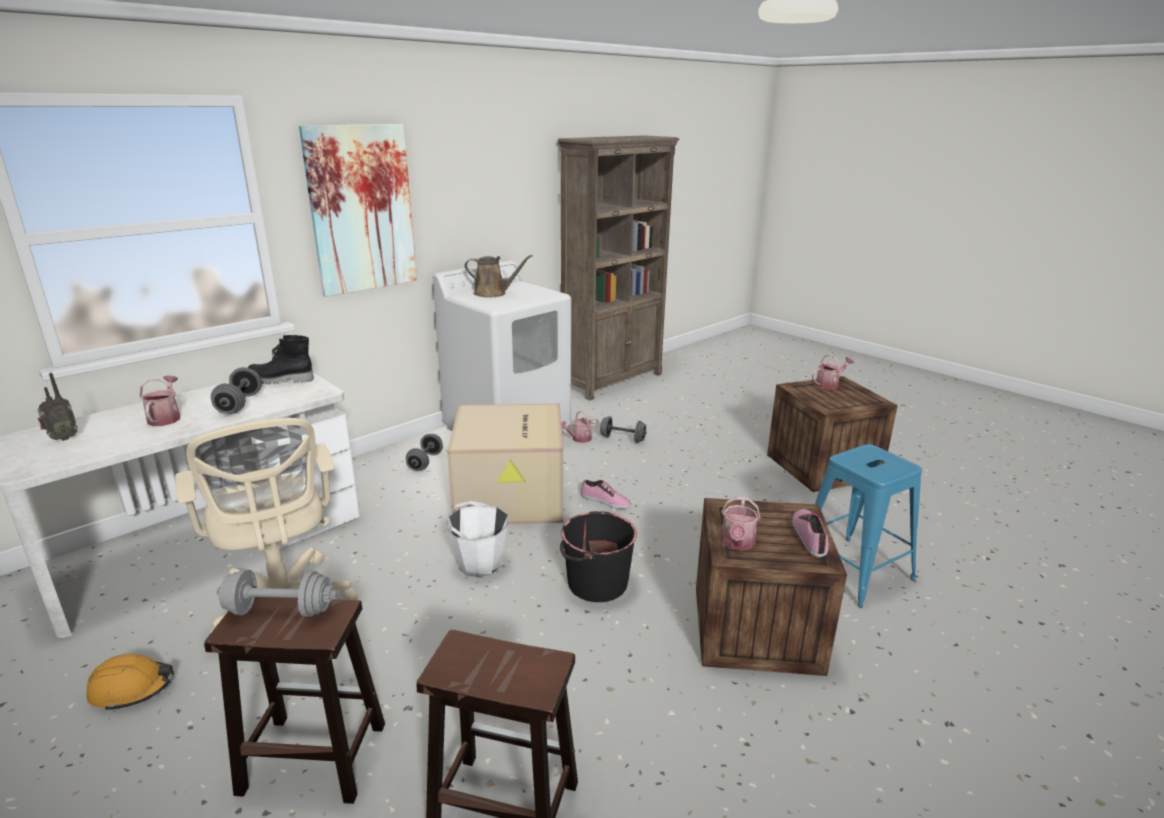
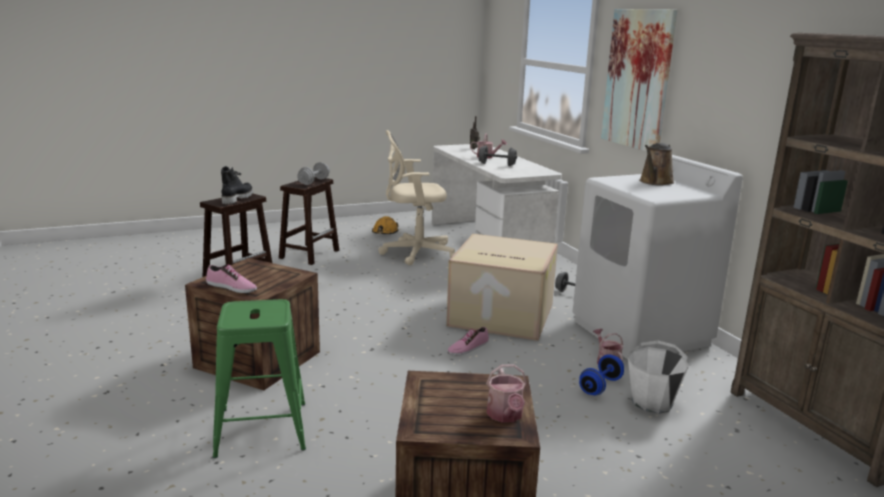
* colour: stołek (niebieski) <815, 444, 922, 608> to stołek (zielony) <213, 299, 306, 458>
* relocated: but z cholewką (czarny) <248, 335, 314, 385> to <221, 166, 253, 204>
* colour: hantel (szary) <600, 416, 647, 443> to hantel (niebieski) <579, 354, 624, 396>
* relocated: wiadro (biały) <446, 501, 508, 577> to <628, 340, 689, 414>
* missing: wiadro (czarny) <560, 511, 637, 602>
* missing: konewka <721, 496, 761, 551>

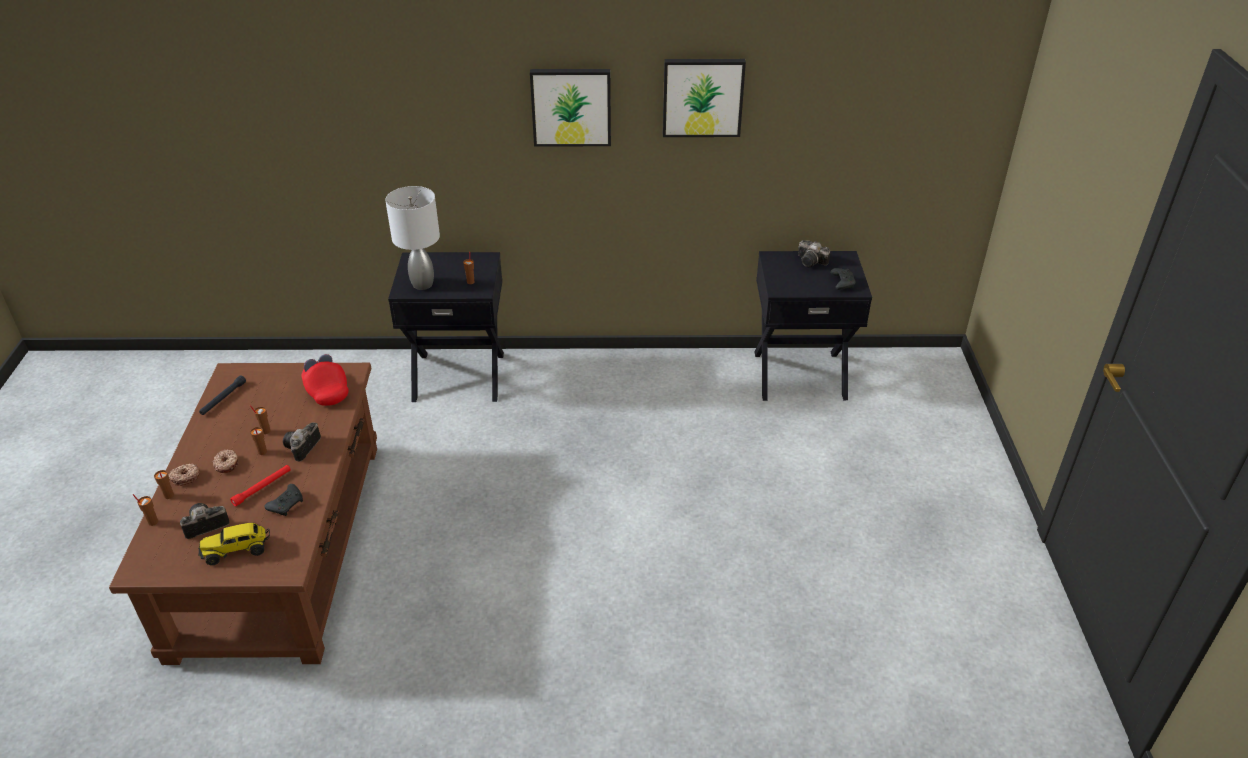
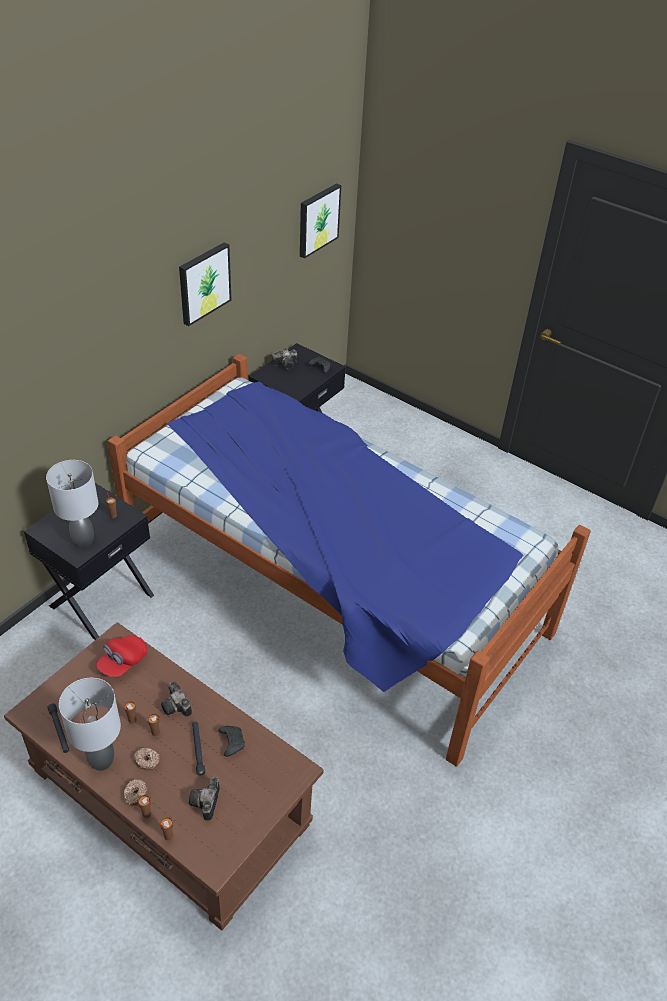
* appeared: lampa stołowa (szary) <59, 678, 121, 771>
* spun: czapka z daszkiem (czerwony) <301, 354, 349, 406> = <96, 635, 147, 677> 60 degrees counterclockwise
* appeared: łóżko <108, 354, 591, 767>
* colour: latarka (czerwony) <230, 465, 291, 506> to latarka (czarny) <192, 721, 205, 776>
* relocated: obraz <530, 69, 611, 147> to <300, 183, 341, 259>
* missing: ciężarówka zabawkowa <198, 523, 270, 565>

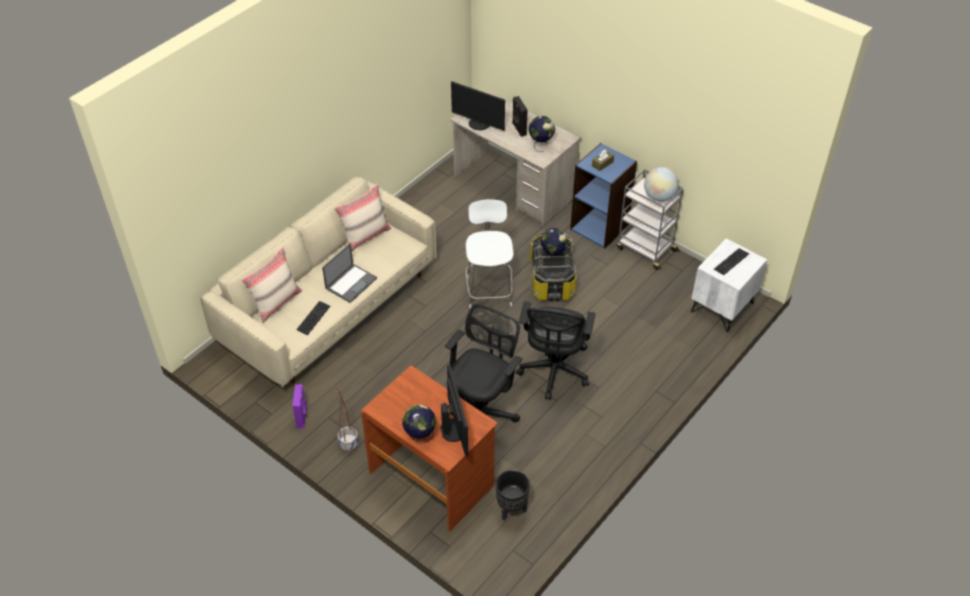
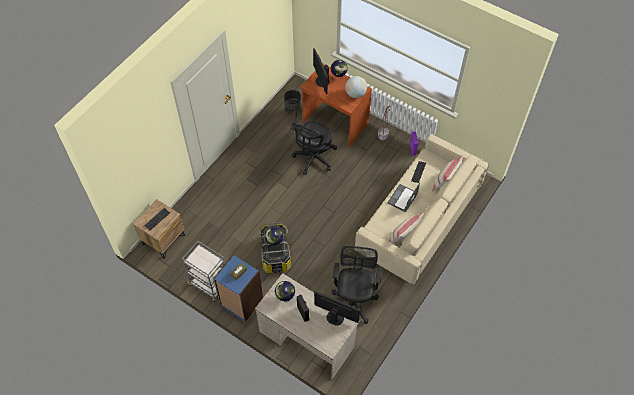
* colour: szafka nocna (biały) <691, 238, 767, 332> to szafka nocna (brązowy) <133, 199, 185, 259>
* relocated: krzesło biurowe (czarny) <516, 301, 596, 400> to <332, 246, 382, 324>
* relocated: globus <644, 167, 679, 202> to <345, 76, 367, 98>
* missing: krzesło (biały) <465, 199, 513, 308>

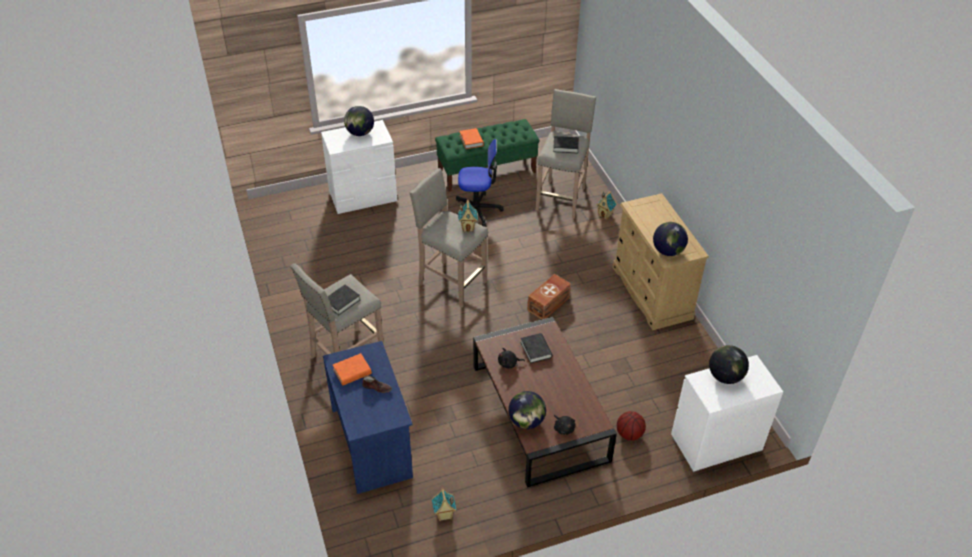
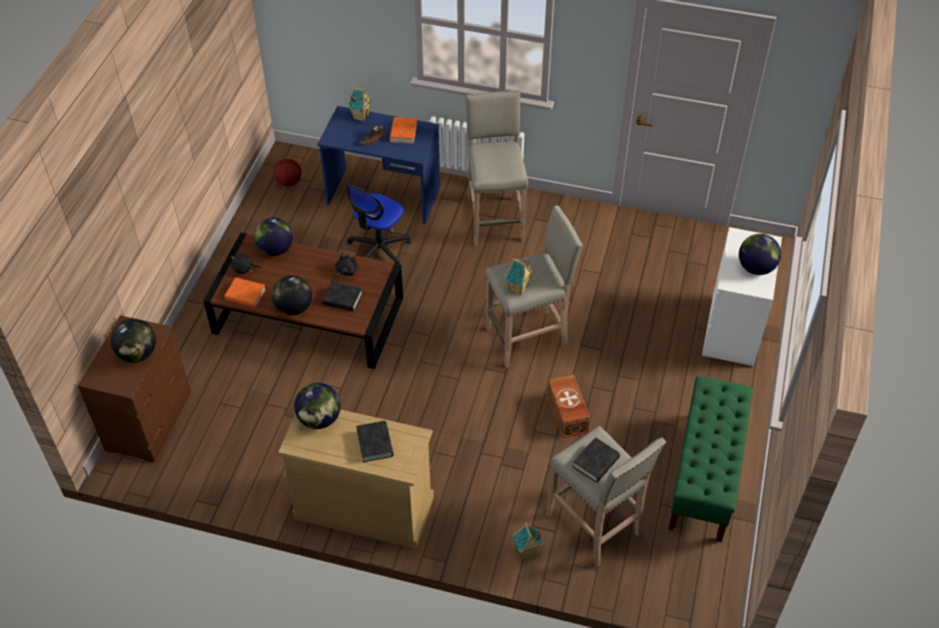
* colour: komoda (biały) <671, 355, 783, 472> to komoda (brązowy) <78, 315, 191, 462>
* relocated: książka (pomarańczowy) <459, 128, 484, 149> to <225, 277, 266, 308>
* appeared: globus <272, 275, 312, 315>
* relocated: piłka do koszykówki <617, 411, 646, 441> to <274, 159, 301, 186>
* relocated: krzesło biurowe <456, 139, 504, 227> to <346, 183, 411, 267>
* relocated: domek <432, 488, 456, 521> to <347, 87, 372, 122>
* relocated: książka (czarny) <328, 285, 360, 315> to <356, 421, 393, 462>
* relocated: pojemnik do przechowywania (brązowy) <527, 274, 571, 320> to <547, 375, 590, 438>

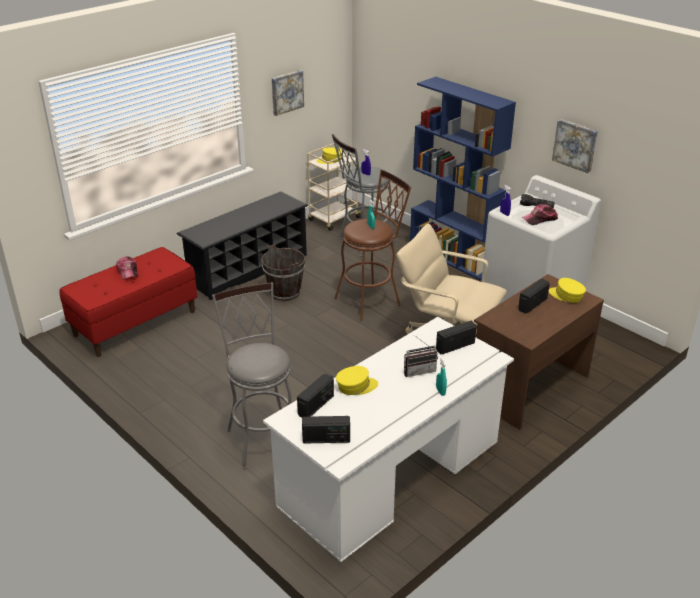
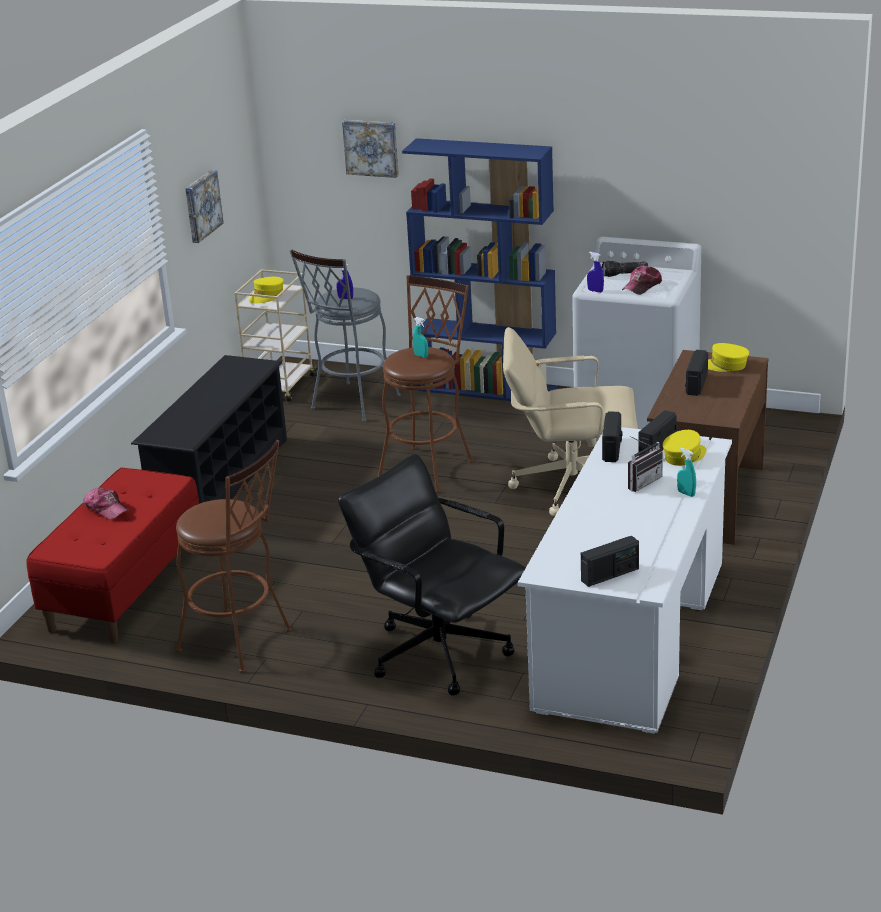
* appeared: stołek (brązowy) <176, 440, 291, 673>
* exchanged: stołek (szary) <212, 282, 292, 470> to krzesło biurowe (czarny) <338, 454, 526, 696>
* relocated: obraz <552, 119, 598, 173> to <342, 120, 399, 178>
* relocated: radio <297, 374, 334, 417> to <602, 412, 623, 462>
* relocated: czapka z daszkiem (żółty) <336, 366, 378, 395> to <663, 430, 707, 466>
* missing: wiadro (brązowy) <261, 244, 306, 301>

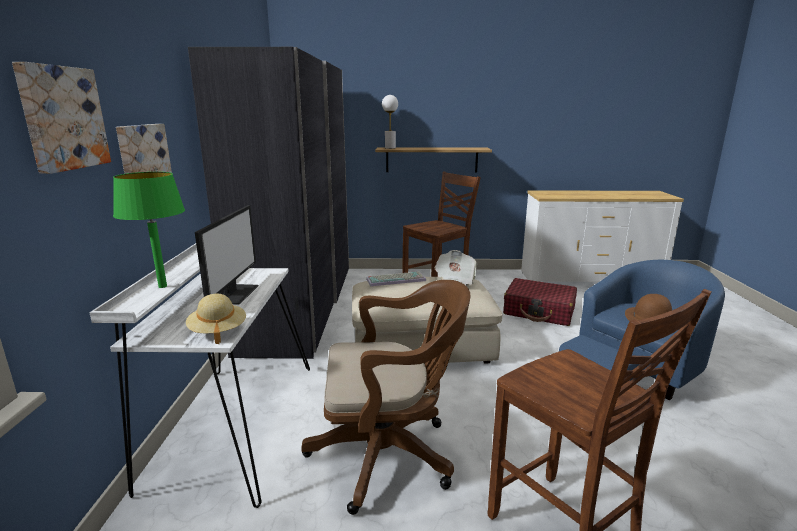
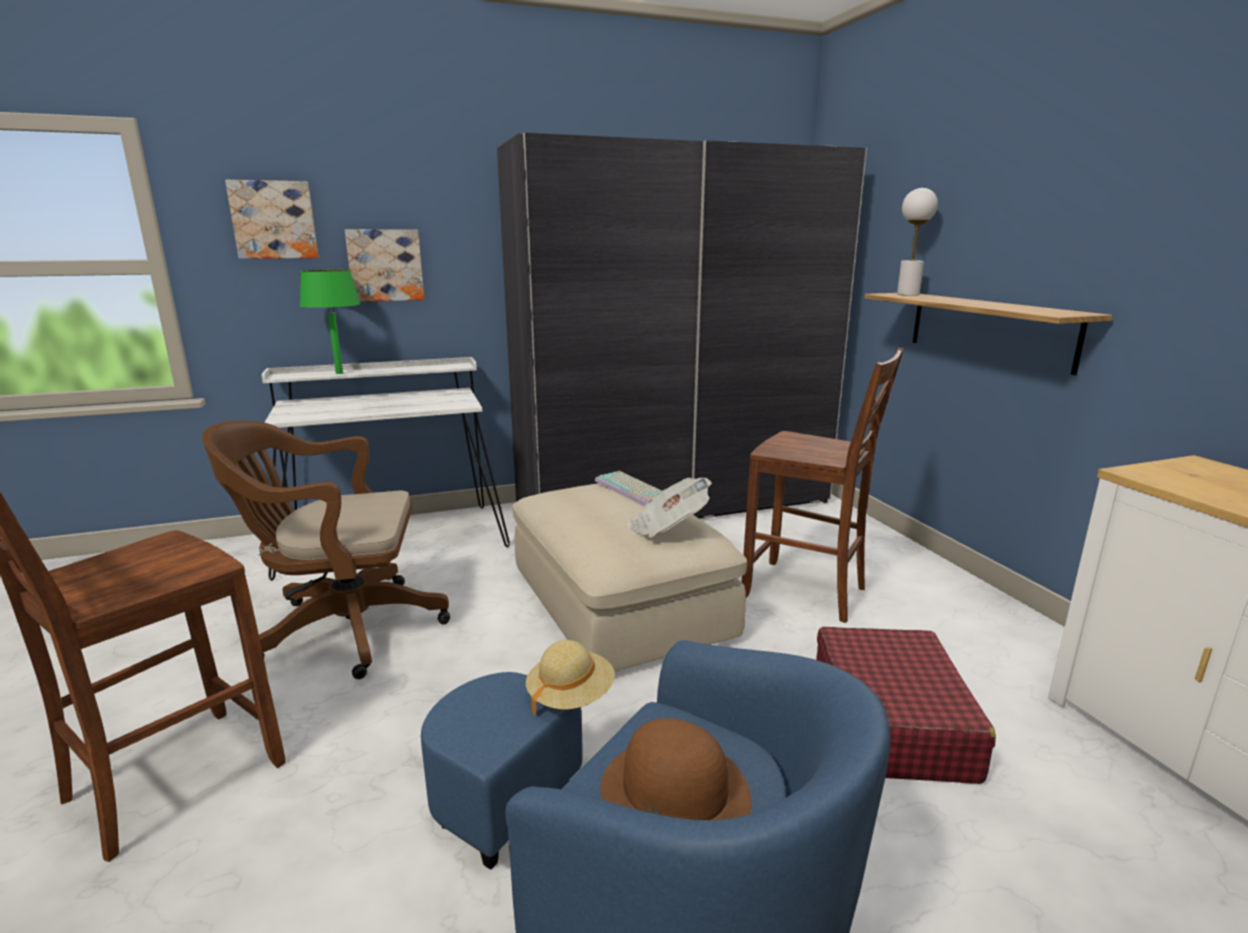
* spun: krzesło biurowe (brązowy) <301, 280, 471, 515> = <202, 420, 450, 679> 105 degrees clockwise
* relocated: kapelusz (beżowy) <186, 294, 246, 344> to <526, 640, 615, 716>
* missing: monitor <195, 205, 258, 305>

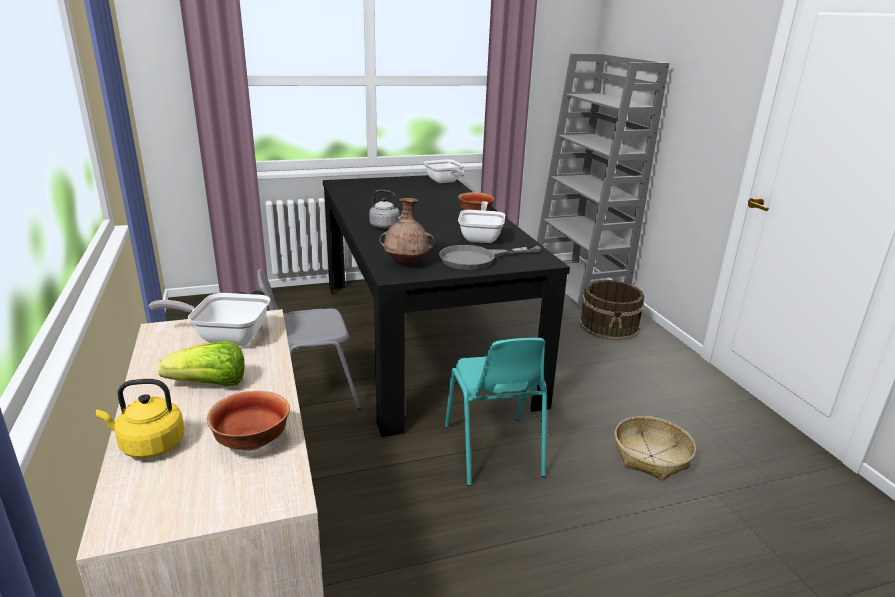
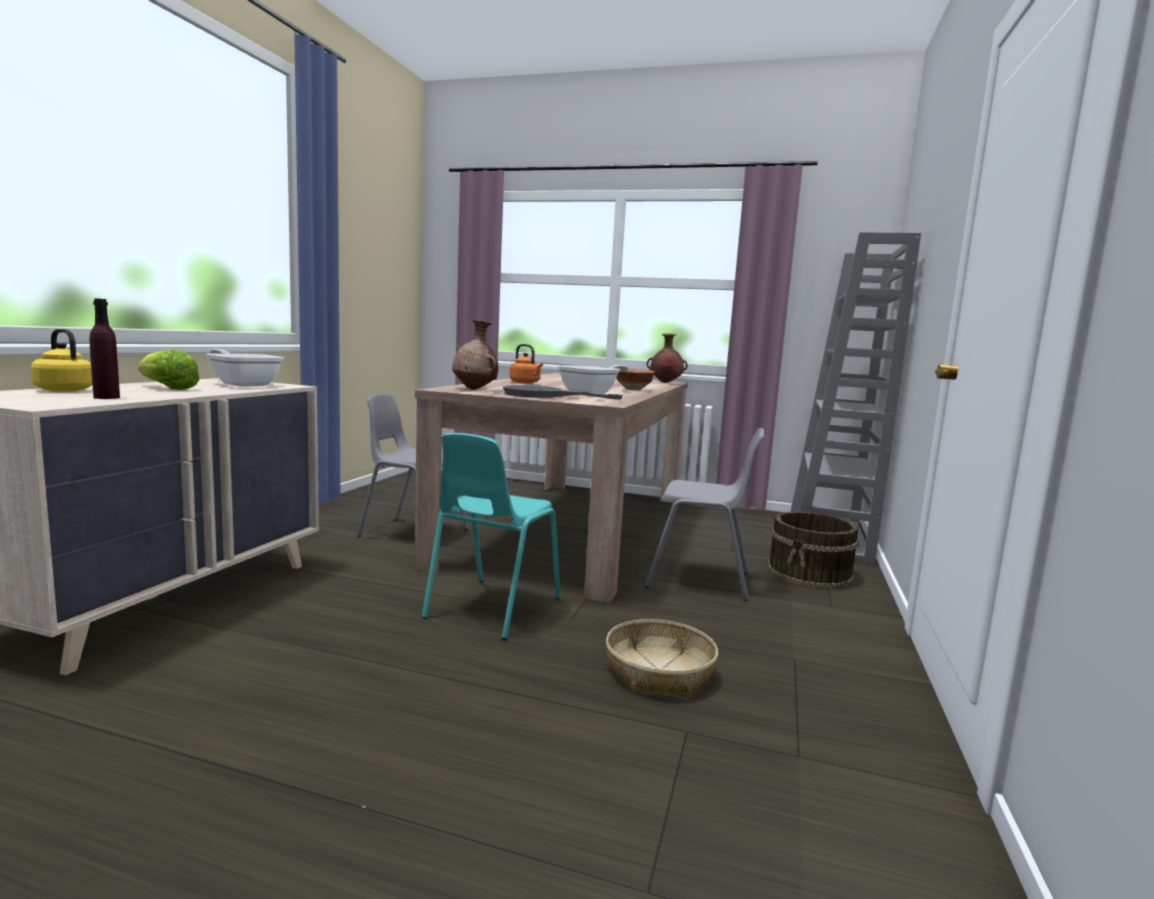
* exchanged: miska <207, 391, 290, 450> to butelka (fioletowy) <90, 298, 120, 399>
* colour: stół jadalny (czarny) <323, 175, 570, 437> to stół jadalny (beżowy) <415, 373, 688, 603>
* colour: czajnik (szary) <369, 190, 403, 228> to czajnik (pomarańczowy) <510, 344, 543, 384>
* appeared: krzesło (szary) <645, 428, 764, 601>
* exchanged: patelnia <424, 159, 465, 183> to wazon (brązowy) <647, 333, 688, 383>

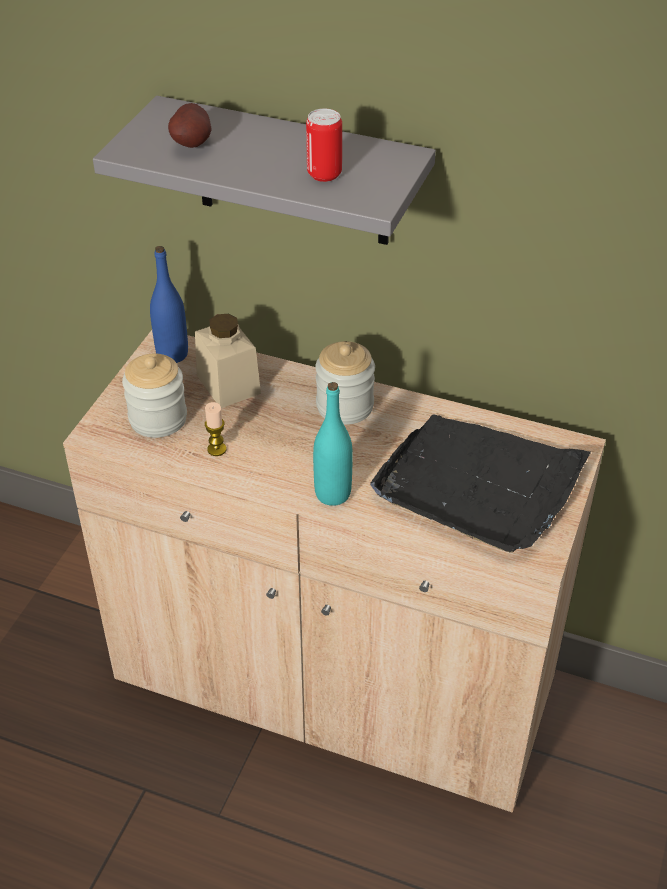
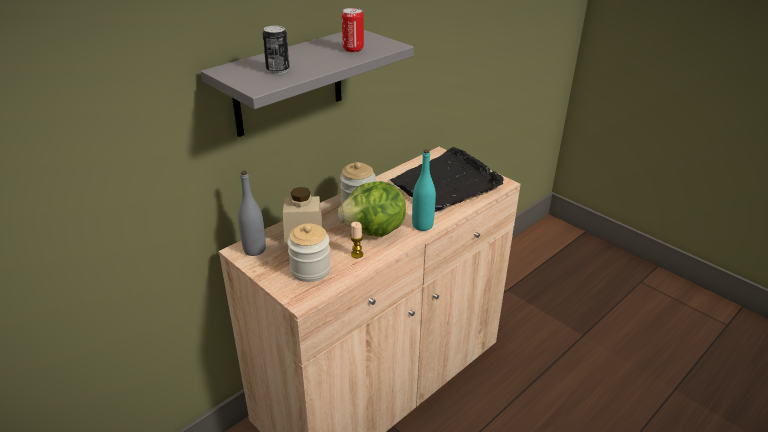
* colour: butelka (niebieski) <150, 246, 188, 363> to butelka (szary) <238, 171, 266, 256>
* exchanged: ziemniak <168, 103, 212, 148> to puszka <263, 26, 290, 74>
* appeared: sałata <338, 181, 406, 237>

